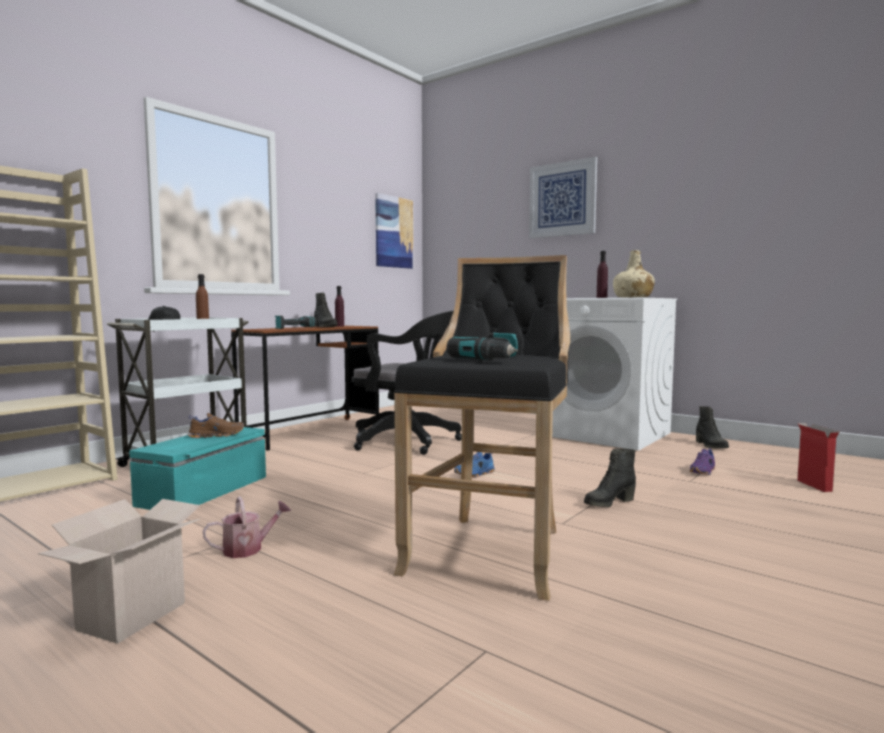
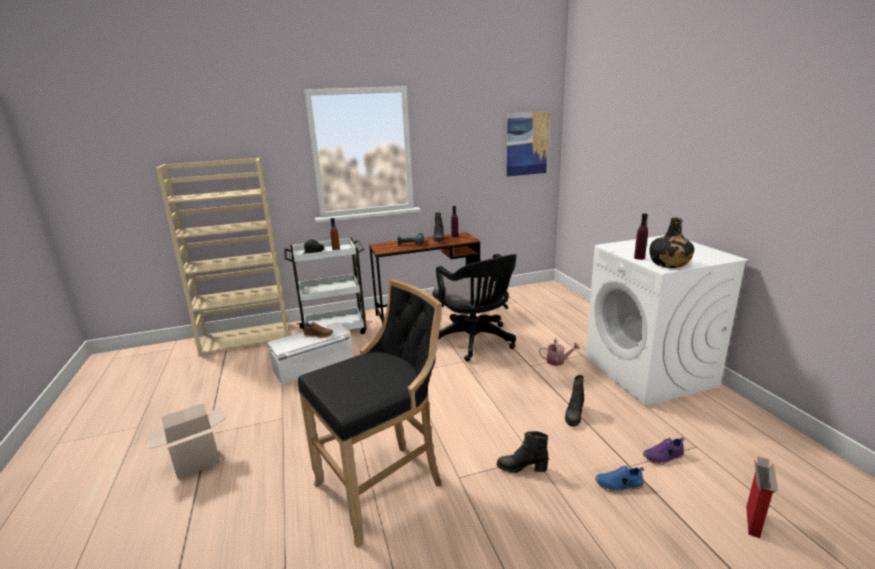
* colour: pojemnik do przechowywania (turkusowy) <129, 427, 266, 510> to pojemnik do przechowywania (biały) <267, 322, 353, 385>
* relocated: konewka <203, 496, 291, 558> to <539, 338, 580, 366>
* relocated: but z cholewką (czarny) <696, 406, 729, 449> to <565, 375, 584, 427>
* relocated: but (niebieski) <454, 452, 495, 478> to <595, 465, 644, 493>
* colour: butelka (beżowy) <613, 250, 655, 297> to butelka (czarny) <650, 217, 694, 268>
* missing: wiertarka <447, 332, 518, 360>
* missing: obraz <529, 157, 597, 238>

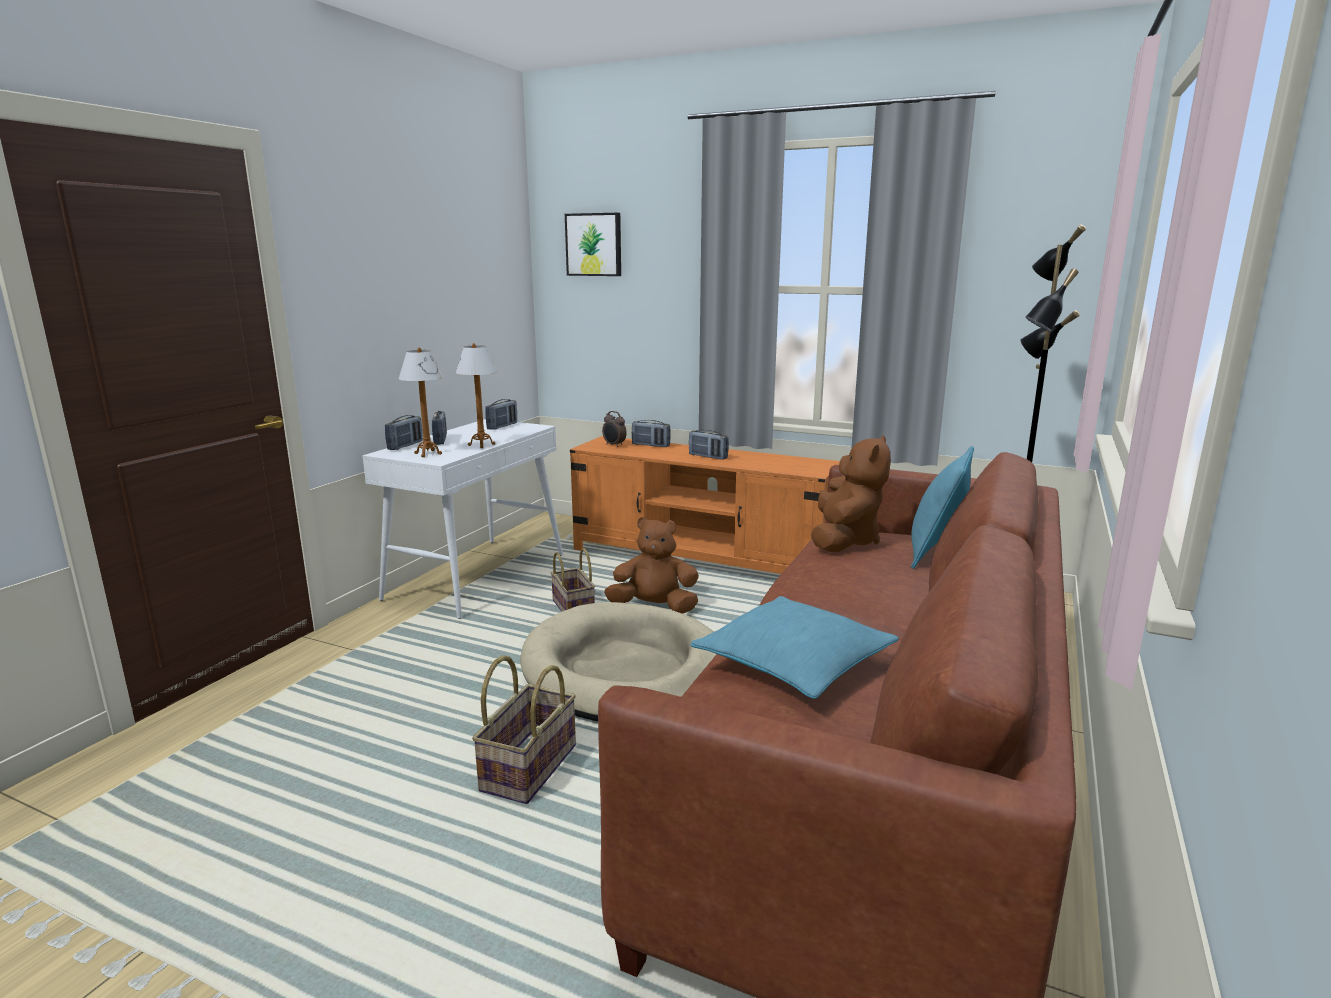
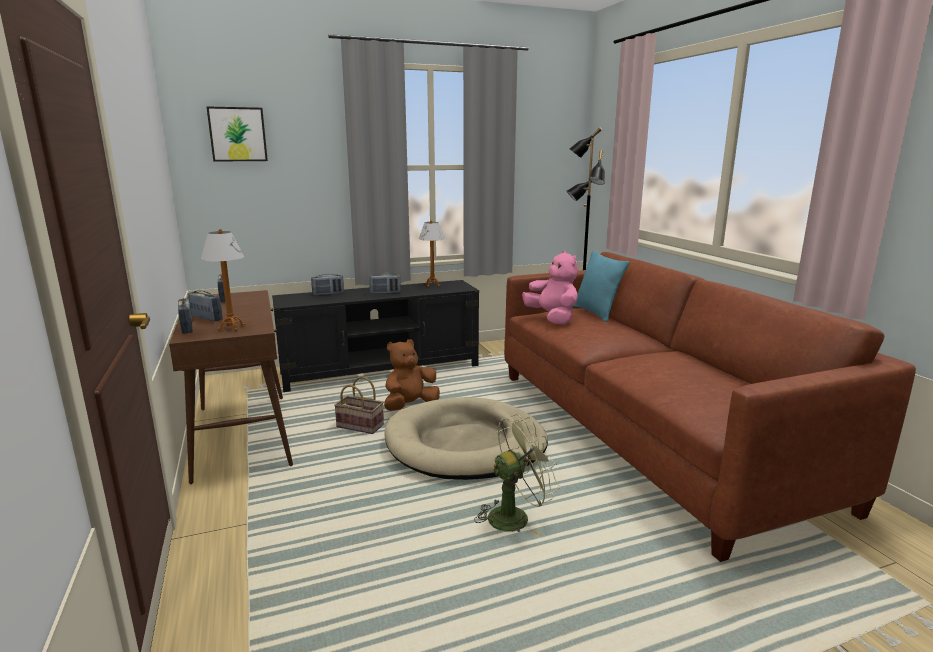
* colour: stolik konsolowy (biały) <362, 419, 563, 619> to stolik konsolowy (brązowy) <169, 290, 293, 484>
* colour: szafka pod telewizor (pomarańczowy) <570, 436, 840, 574> to szafka pod telewizor (czarny) <272, 280, 479, 392>
* relocated: lampa stołowa <456, 343, 498, 448> to <419, 220, 445, 287>
* exchanged: koszyk <472, 655, 576, 804> to wentylator (zielony) <474, 414, 560, 536>
* colour: pluszak (brązowy) <811, 435, 891, 552> to pluszak (różowy) <522, 251, 578, 324>
* missing: budzik <602, 411, 627, 447>
* missing: poduszka (turkusowy) <690, 596, 899, 699>

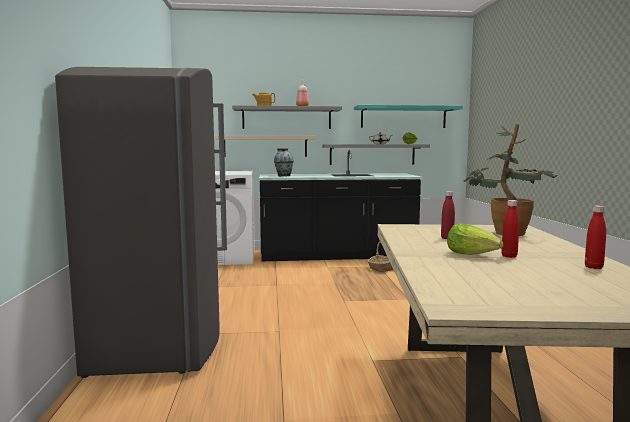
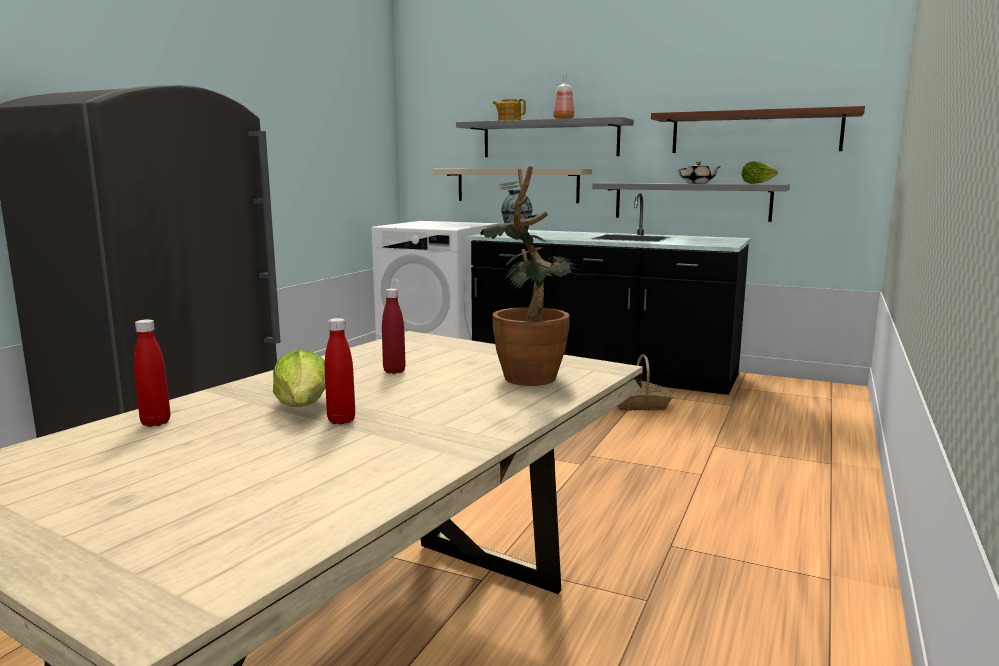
* relocated: butelka (czerwony) <585, 205, 606, 269> to <134, 319, 170, 427>
* colour: półka (turkusowy) <354, 105, 463, 128> to półka (brązowy) <651, 106, 865, 153>

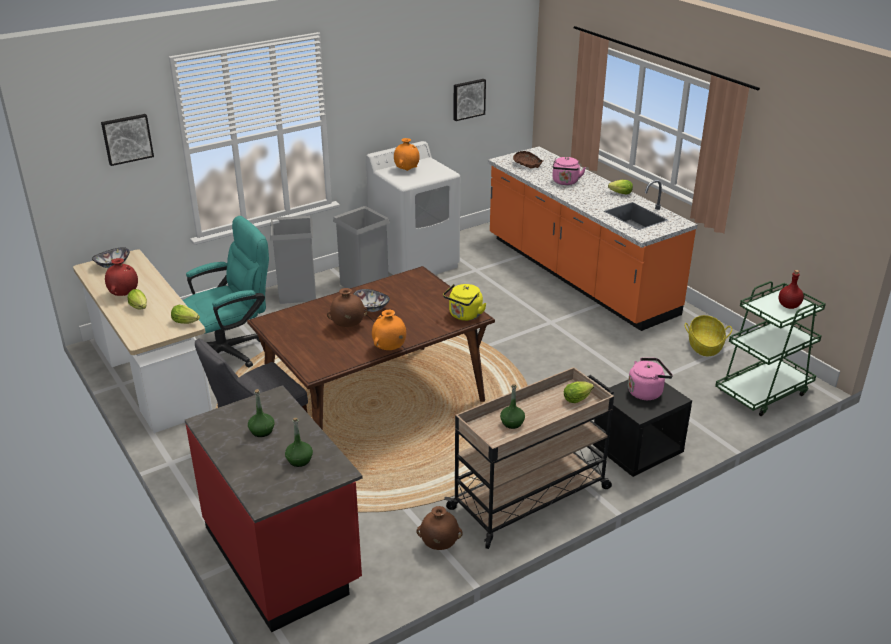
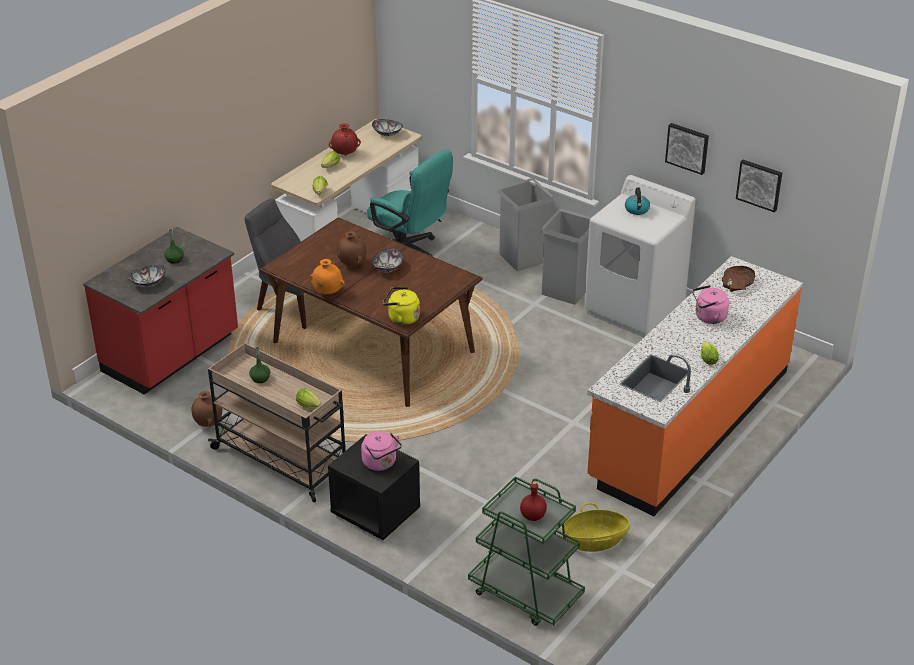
* exchanged: butelka (zielony) <285, 418, 313, 467> to miska <127, 265, 166, 287>
* exchanged: wazon (pomarańczowy) <394, 138, 420, 171> to czajnik <625, 188, 650, 215>
* relocated: obraz <101, 114, 154, 166> to <665, 123, 709, 175>

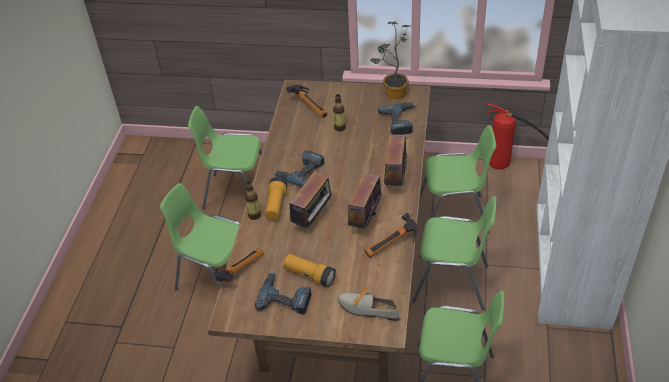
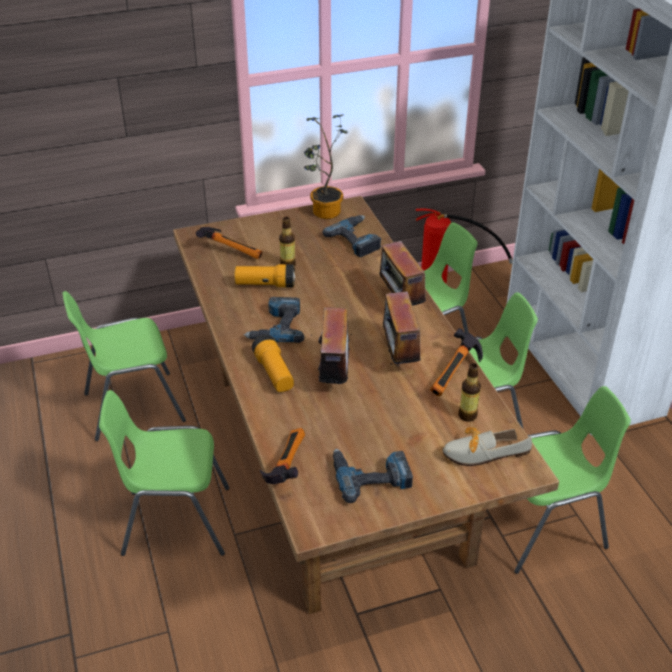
* relocated: latarka <283, 254, 336, 287> to <234, 264, 295, 287>
* relocated: butelka <245, 181, 261, 220> to <459, 363, 481, 422>

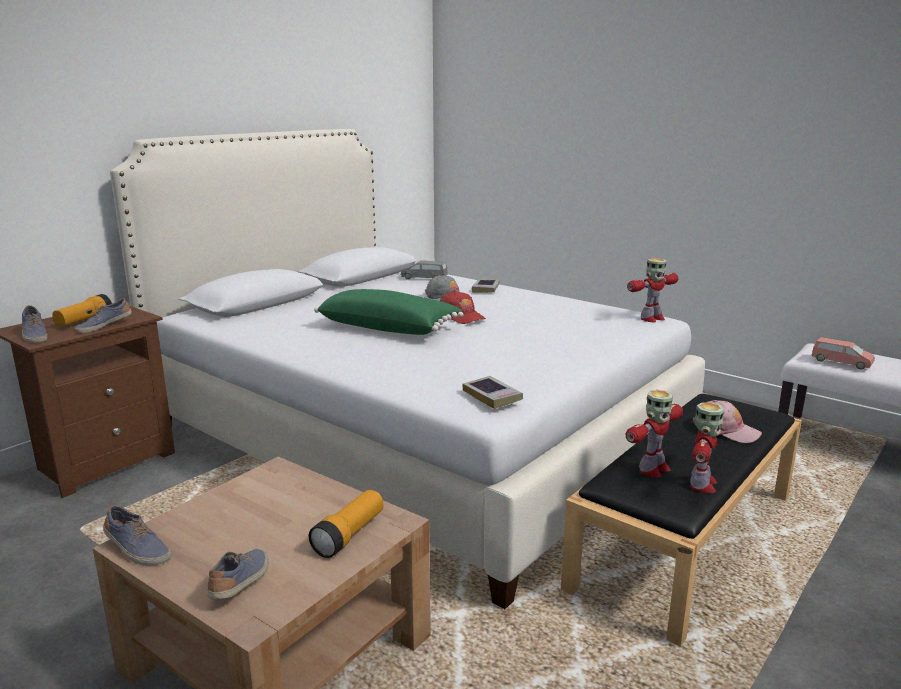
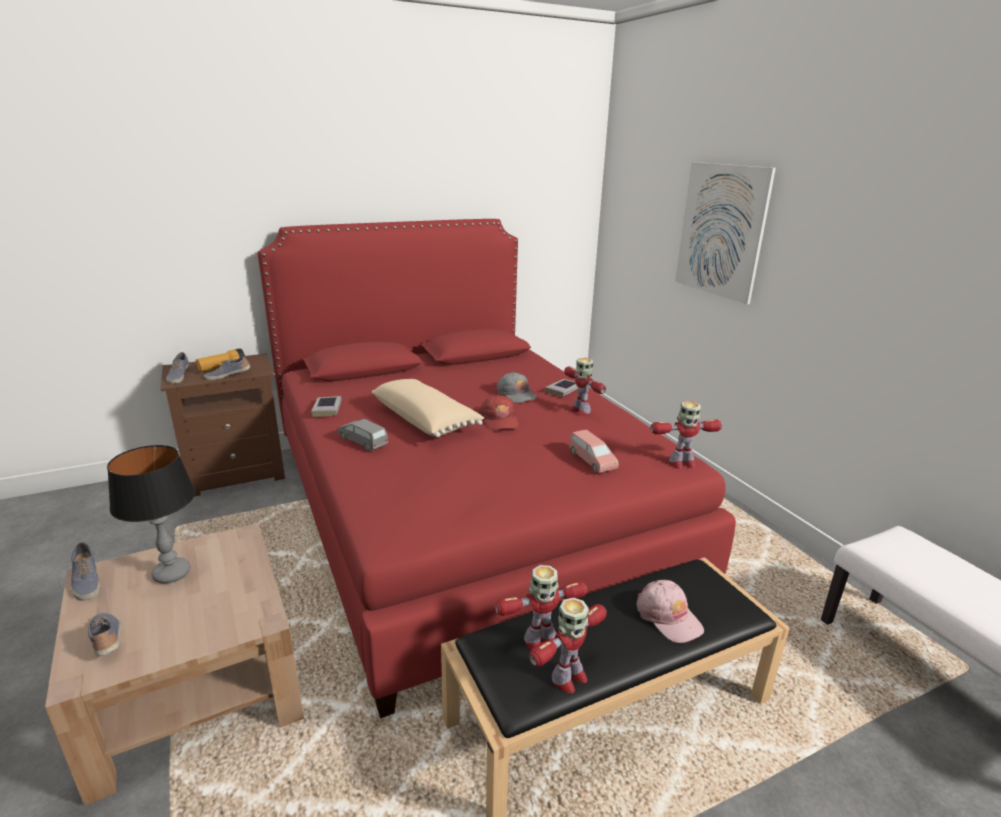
* spun: but <207, 549, 268, 599> = <88, 613, 122, 657> 75 degrees counterclockwise
* appeared: lampa stołowa <107, 445, 195, 584>
* colour: łóżko (biały) <110, 129, 705, 609> to łóżko (czerwony) <257, 219, 736, 718>
* relocated: książka <462, 376, 523, 409> to <311, 396, 342, 417>
* relocated: samochodzik (szary) <401, 260, 447, 280> to <337, 419, 388, 451>
* colour: poduszka (zielony) <314, 289, 463, 335> to poduszka (beżowy) <372, 379, 484, 437>
* appeared: robot zabawkowy <564, 358, 606, 416>
* relocated: samochodzik (różowy) <812, 337, 875, 370> to <569, 430, 619, 473>
* appeared: obraz <675, 162, 776, 304>
* missing: latarka <309, 490, 383, 558>

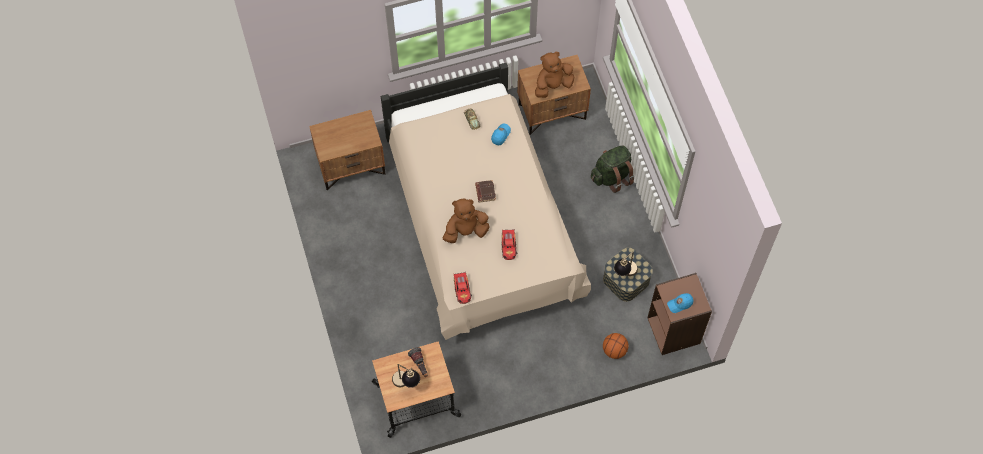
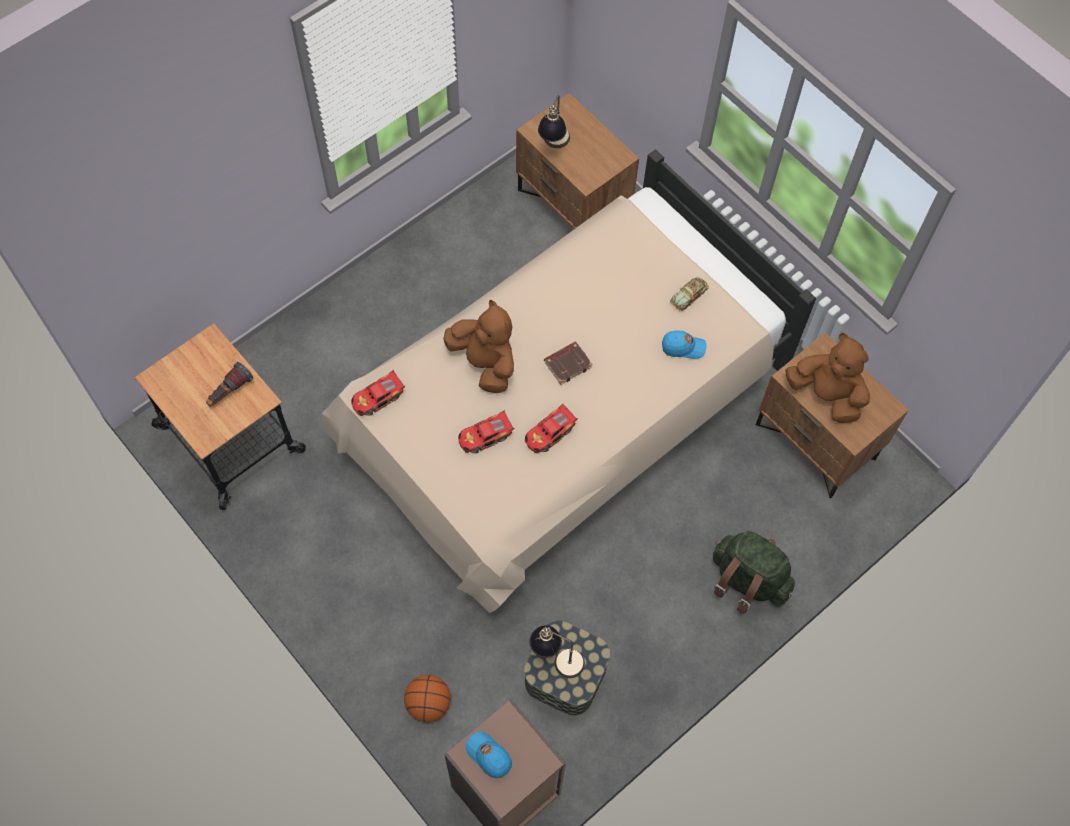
* appeared: samochodzik <525, 404, 578, 453>
* relocated: lampa stołowa <392, 364, 420, 388> to <538, 95, 570, 148>

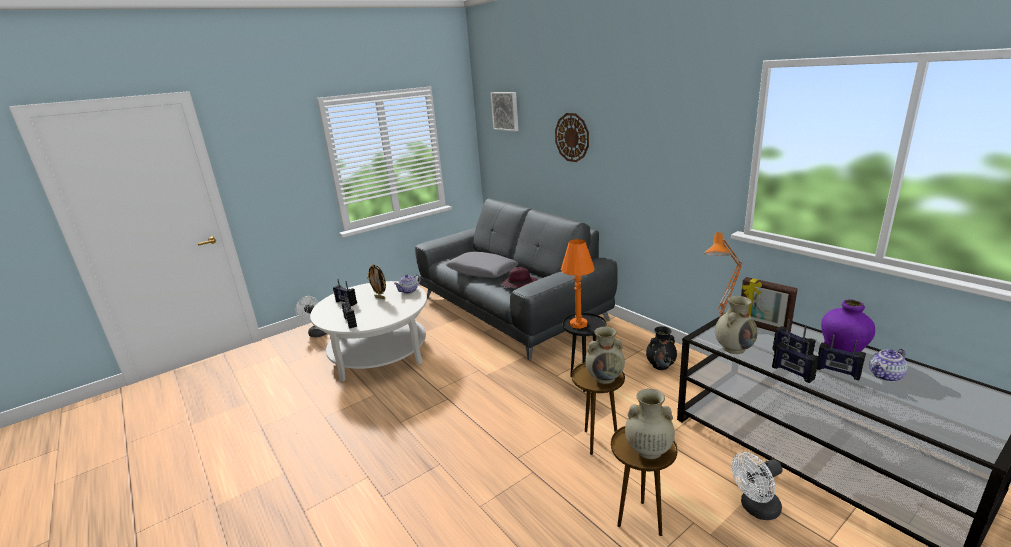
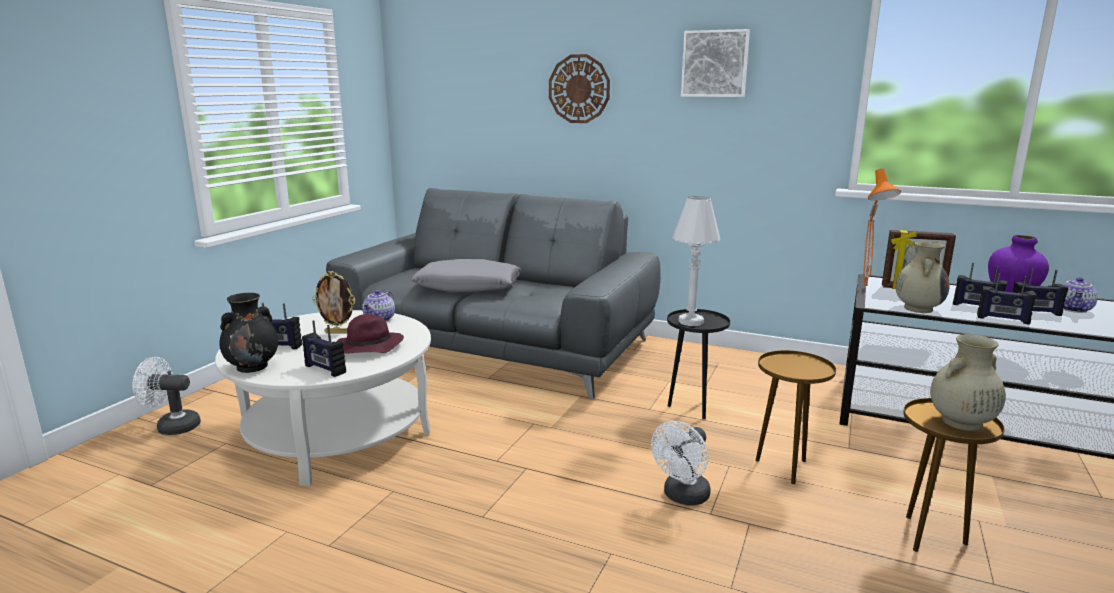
* relocated: wazon (czarny) <646, 326, 677, 370> to <219, 293, 278, 373>
* relocated: kapelusz (fioletowy) <501, 267, 538, 288> to <336, 314, 404, 354>
* relocated: wentylator (biały) <732, 452, 783, 520> to <651, 421, 711, 506>
* colour: lampa stołowa (pomarańczowy) <561, 239, 595, 329> to lampa stołowa (biały) <672, 196, 721, 326>
* relocated: obraz <490, 92, 518, 131> to <681, 29, 750, 97>
* missing: wazon (beżowy) <585, 327, 625, 384>

